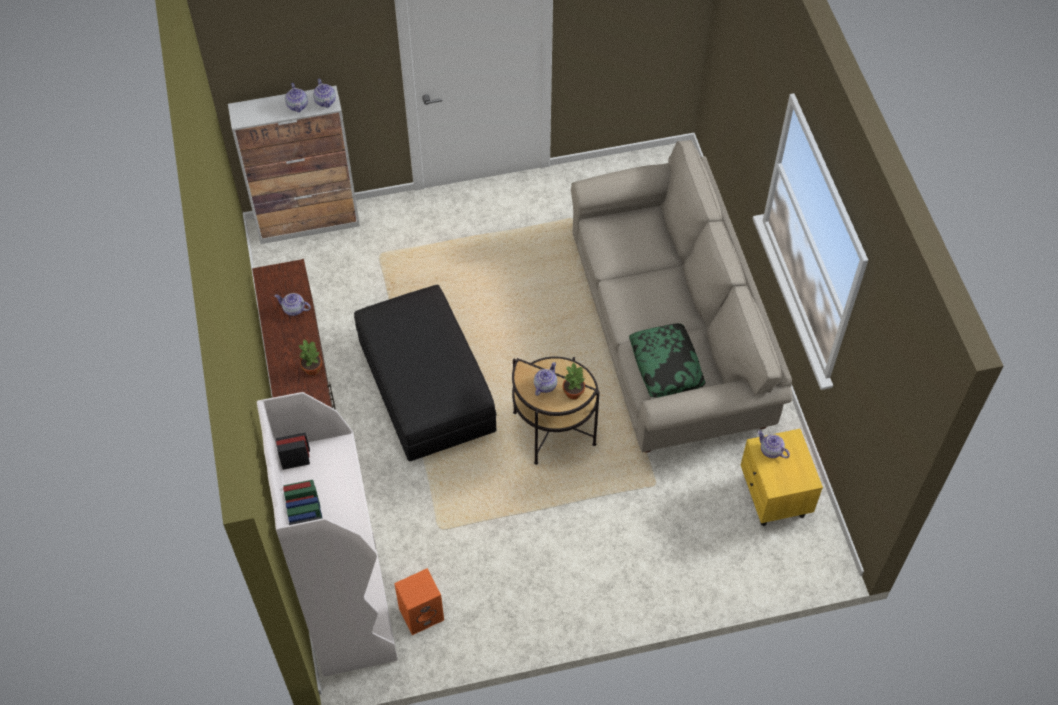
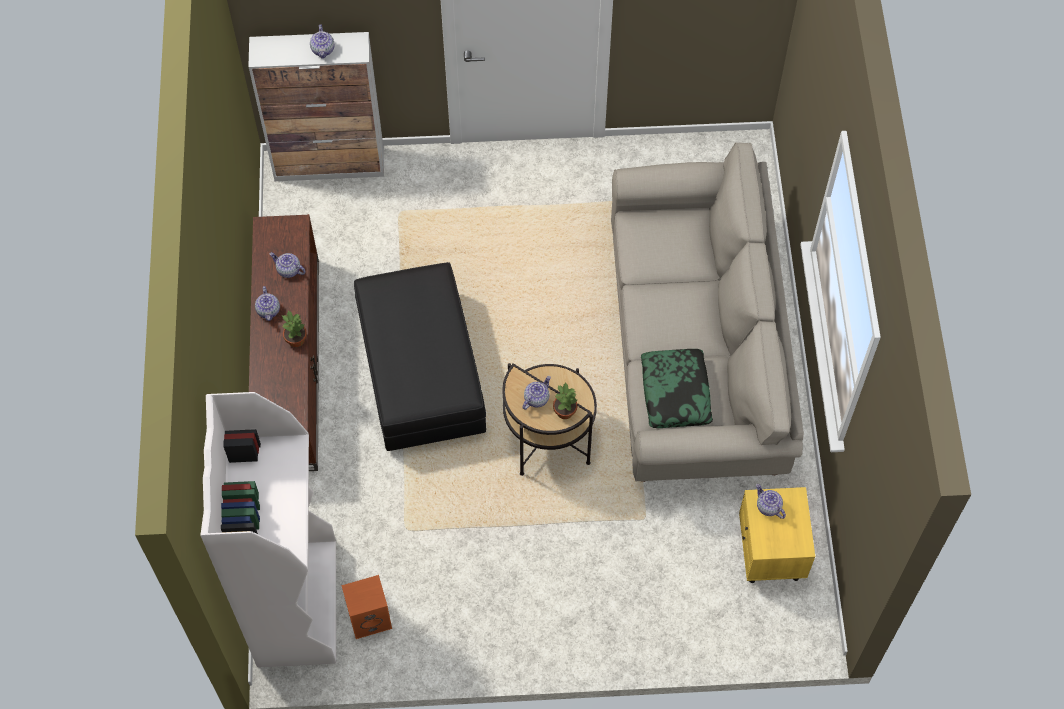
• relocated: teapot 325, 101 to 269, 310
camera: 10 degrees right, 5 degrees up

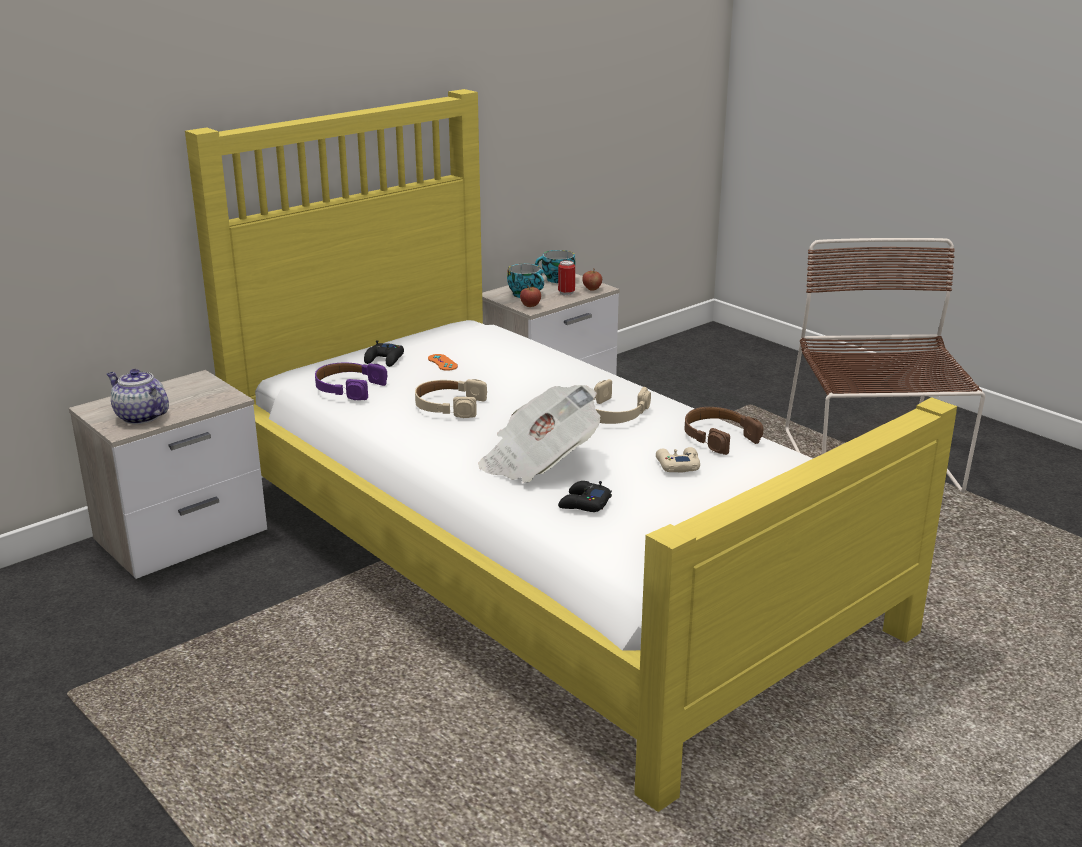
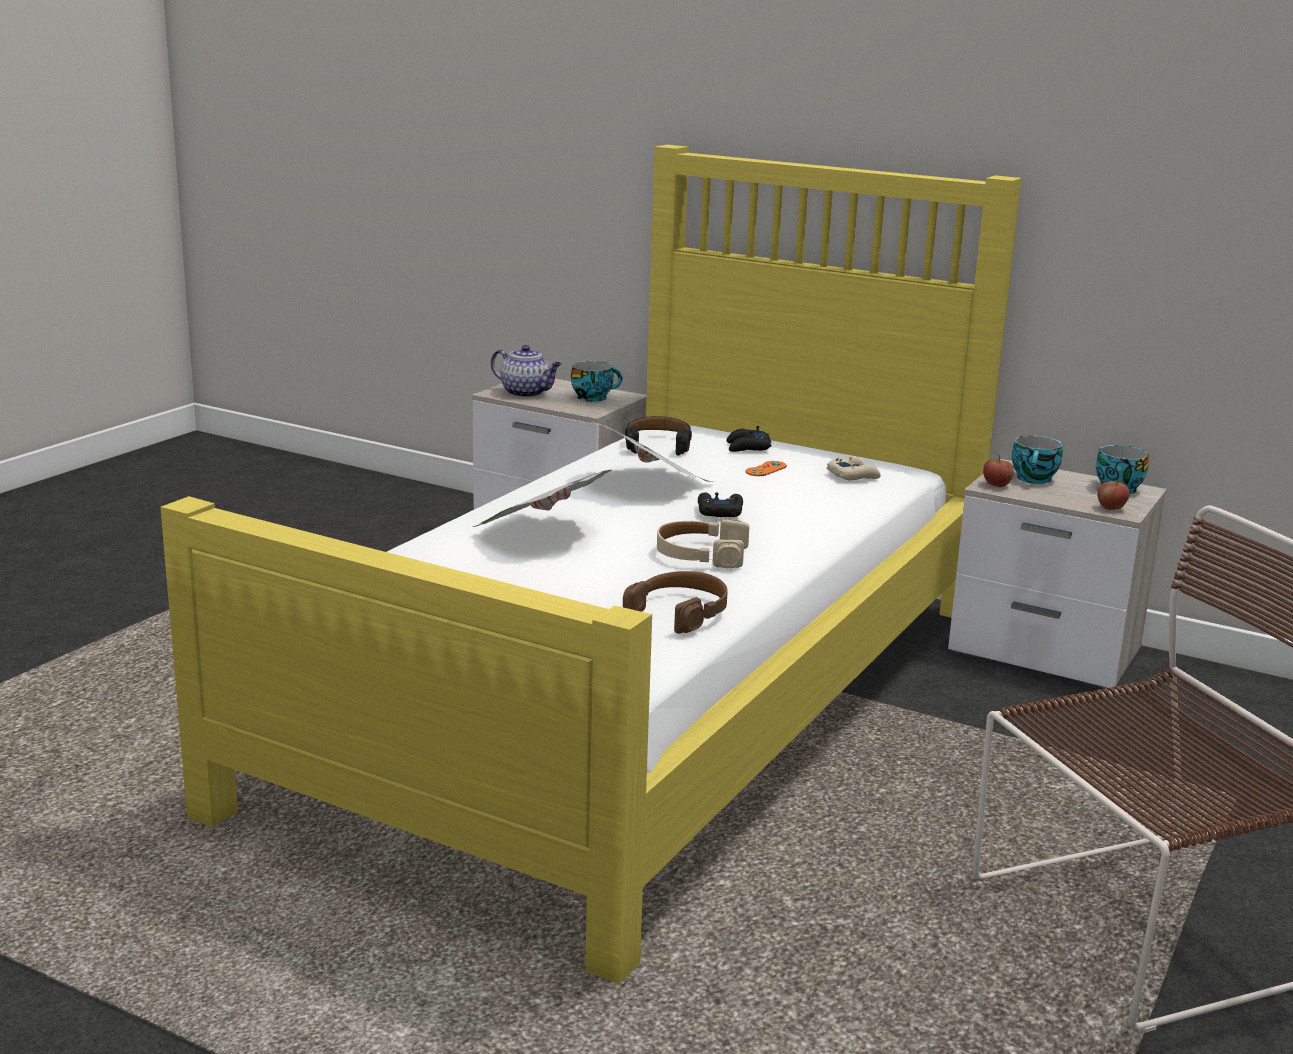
• missing: can 566, 293
• colour: purple headphones 348, 388 to black headphones 658, 444
• spun: teapot 140, 417 = 527, 393 105 degrees clockwise
• exchanged: beige headphones 449, 406 to newspaper 650, 484
• relocated: beige game controller 677, 465 to 853, 476
• relocated: black game controller 584, 504 to 719, 512
• appeared: cup 594, 397
camera: 70 degrees right, 5 degrees down

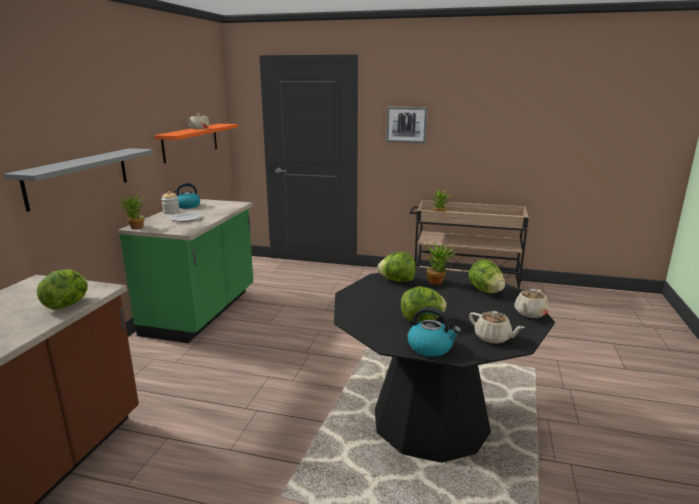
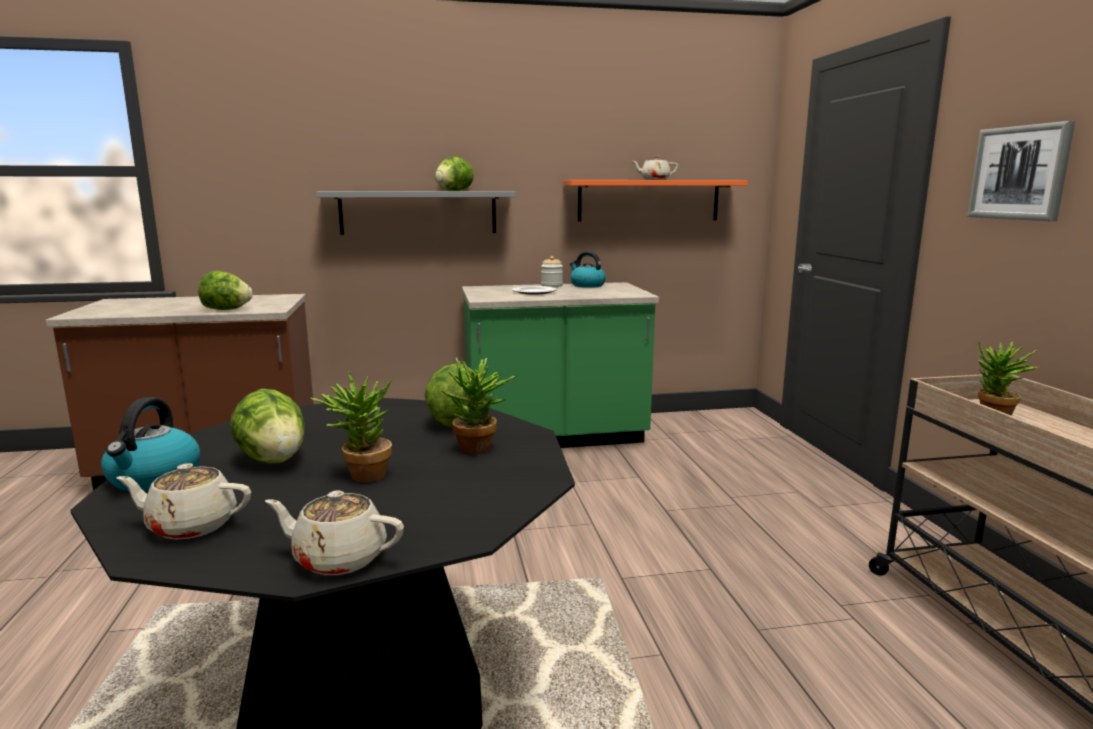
• relocated: potted plant 135, 228 to 360, 476
• relocated: lettuce 485, 291 to 453, 190
• spun: beige teapot 493, 338 = 191, 526 75 degrees clockwise
camera: 65 degrees right, 5 degrees down

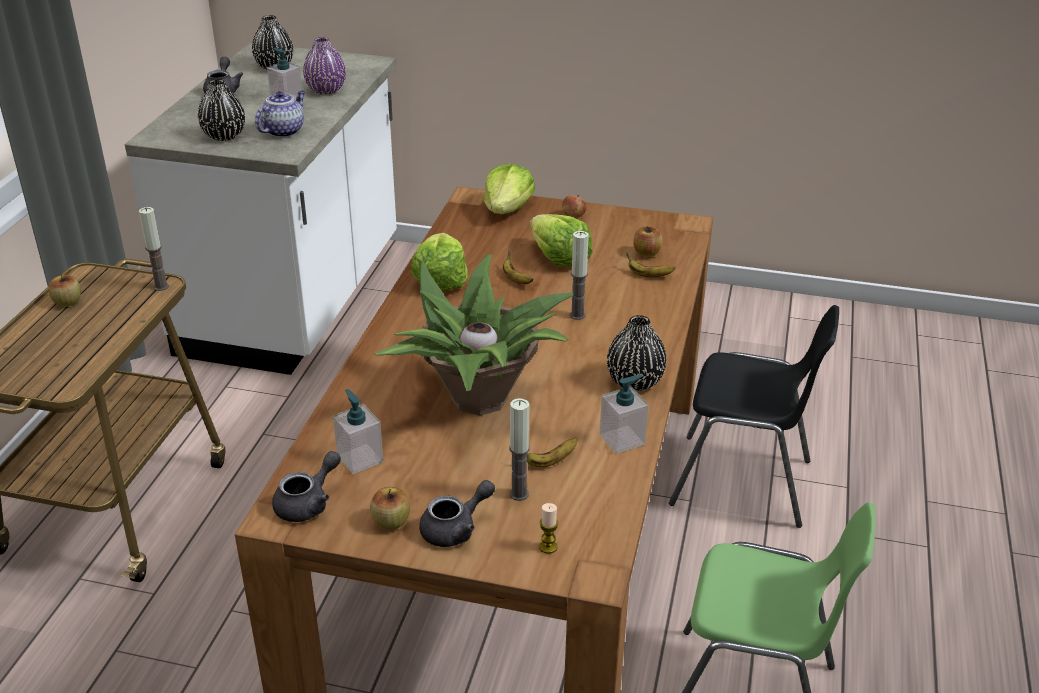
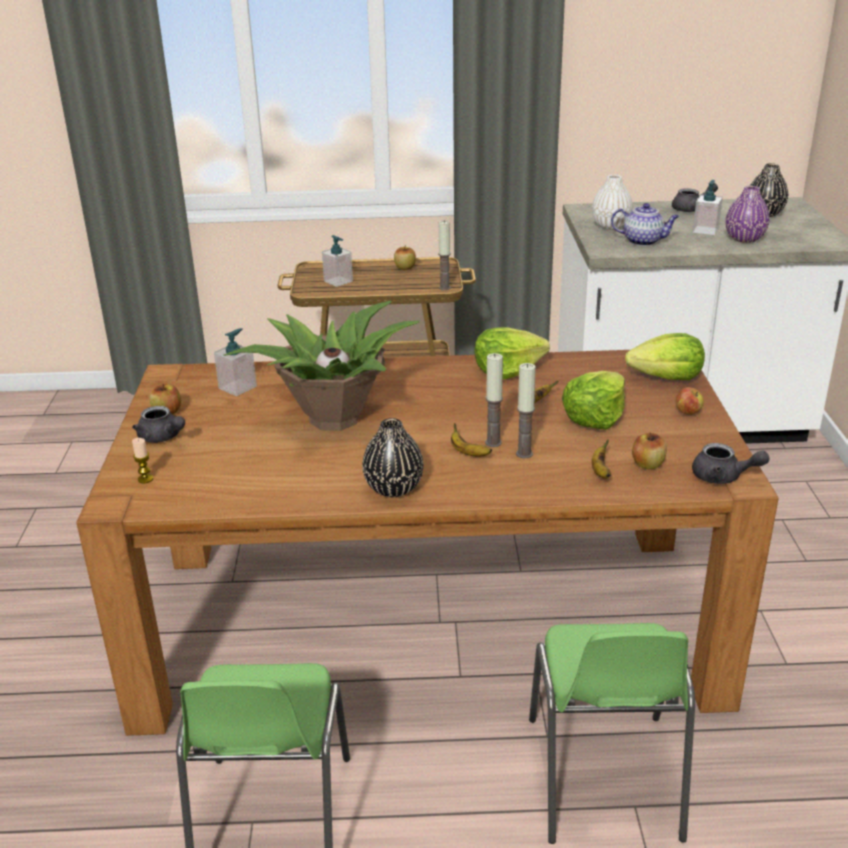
• colour: black vase 224, 136 to white vase 610, 226
• colour: black chair 743, 482 to green chair 604, 778
• relocated: soap dispenser 622, 439 to 338, 281
• relocated: candle 519, 494 to 524, 454
• relocated: banana 550, 461 to 468, 453
• relocated: grey teapot 308, 503 to 723, 477
camera: 75 degrees right, 5 degrees down

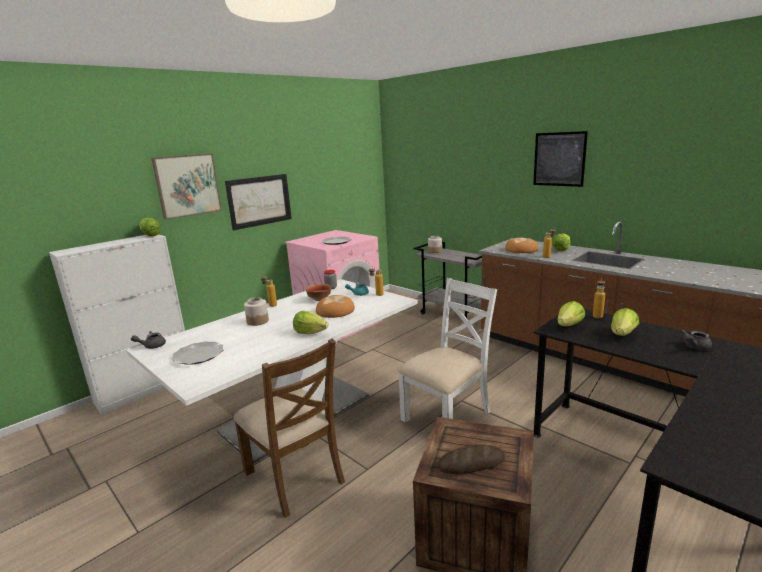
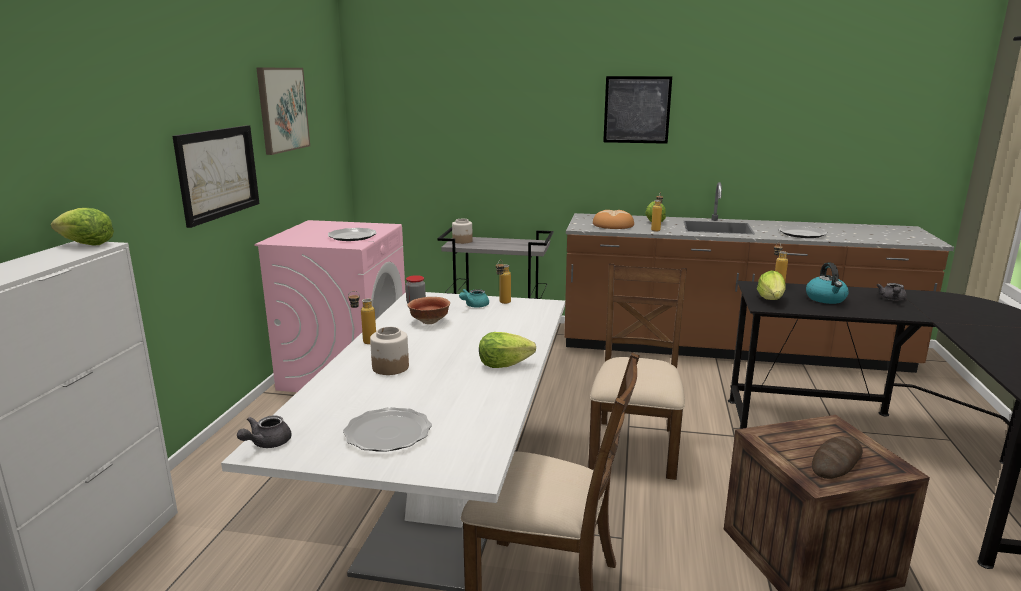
• relocated: picture 187, 185 to 282, 109
• colour: white chair 447, 415 to brown chair 634, 447
• missing: bread 335, 311
• exchanged: lettuce 623, 334 to kettle 826, 299
• appeared: plate 802, 234
camera: 35 degrees left, 0 degrees up

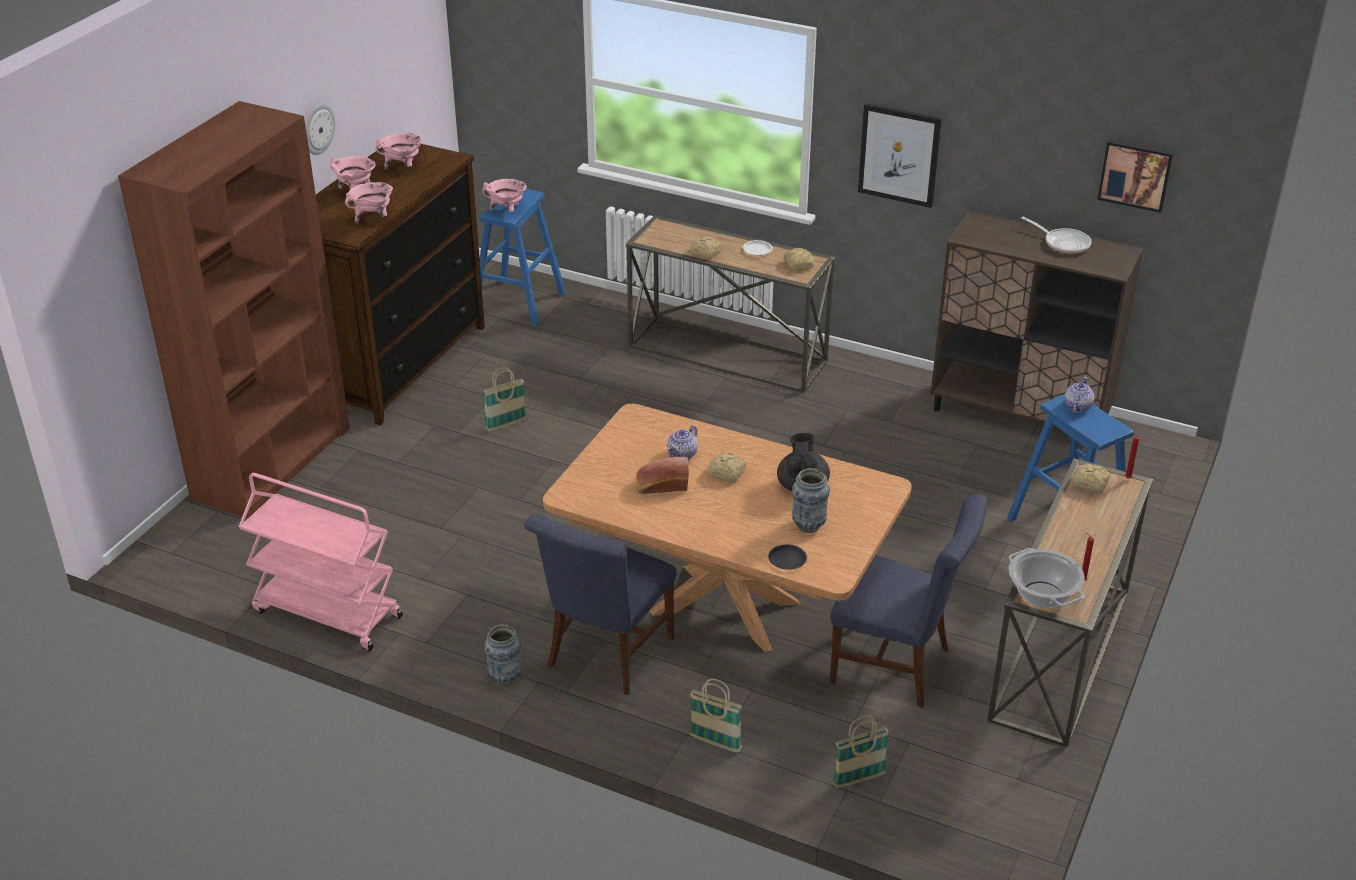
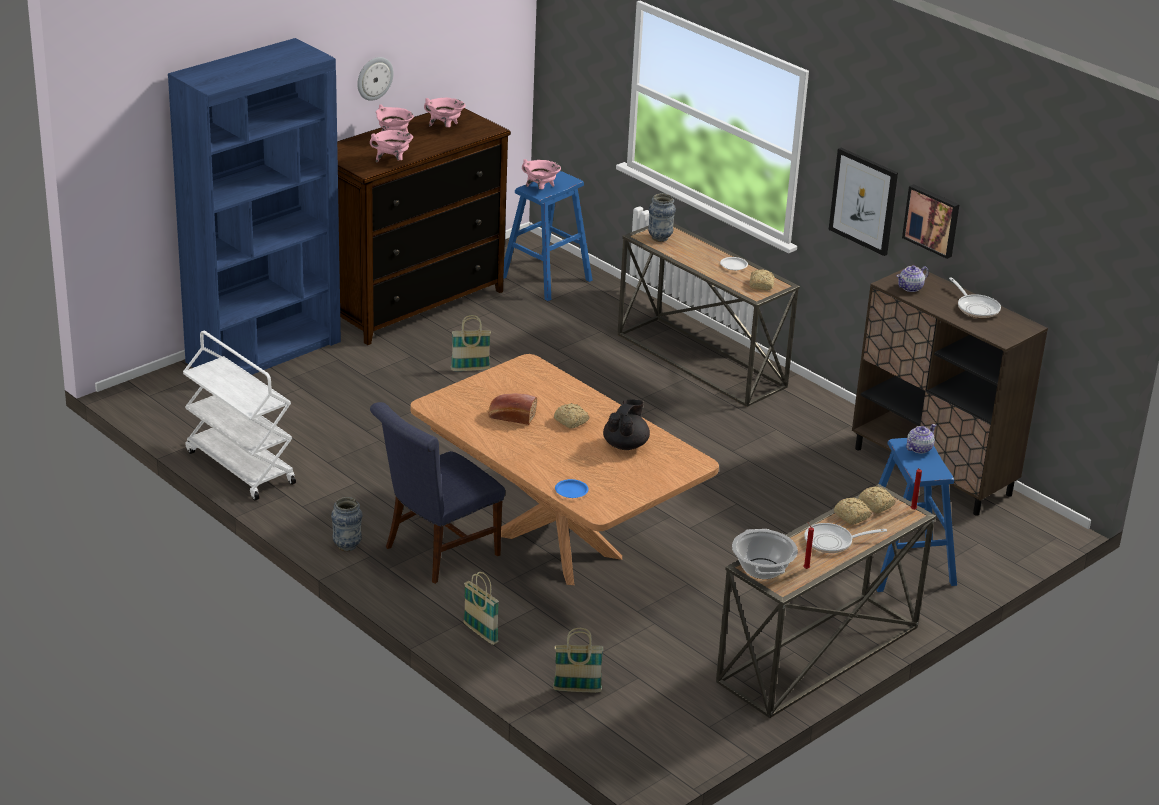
• colour: brown bookcase 272, 462 to blue bookcase 264, 351
• relocated: picture 1135, 174 to 932, 220
• relocated: bread 706, 253 to 852, 517
• relocated: teapot 682, 454 to 911, 288
• relocated: vase 808, 525 to 660, 238
• colour: pink cart 326, 614 to white cart 239, 467
• missing: blue chair 898, 666
• colour: black plate 787, 560 to blue plate 571, 491
• appeared: frying pan 832, 542
camera: 20 degrees right, 5 degrees down

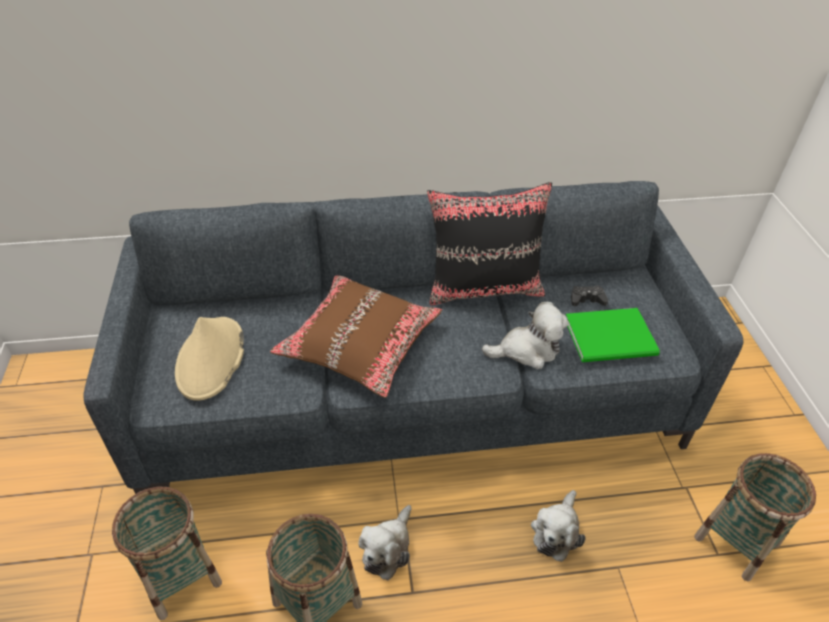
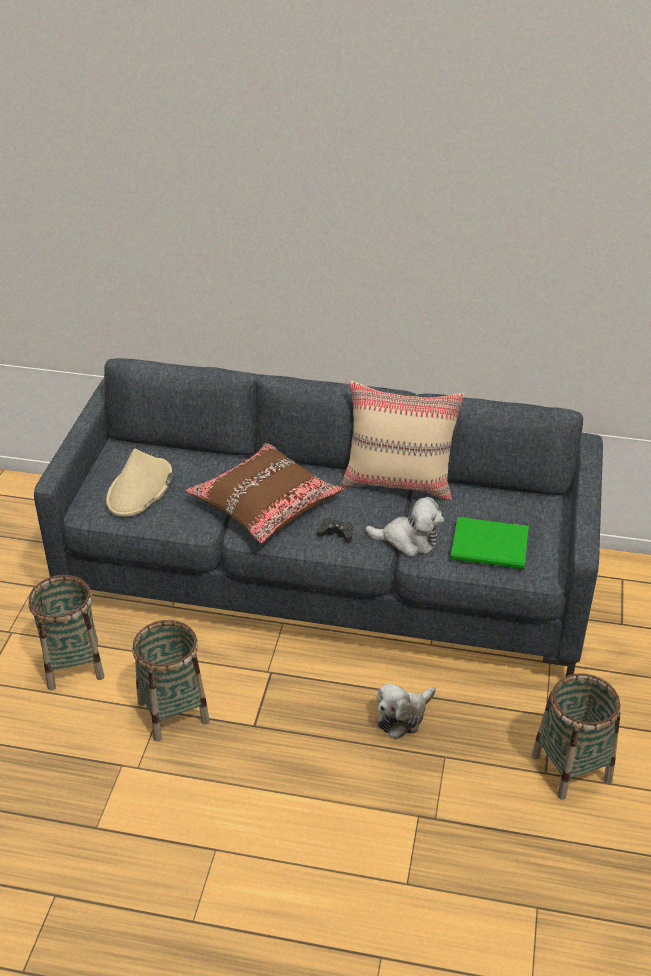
• colour: black pillow 484, 288 to beige pillow 399, 482
• relocated: black game controller 587, 300 to 336, 533
• missing: plush toy 387, 548
camera: 20 degrees right, 5 degrees down

